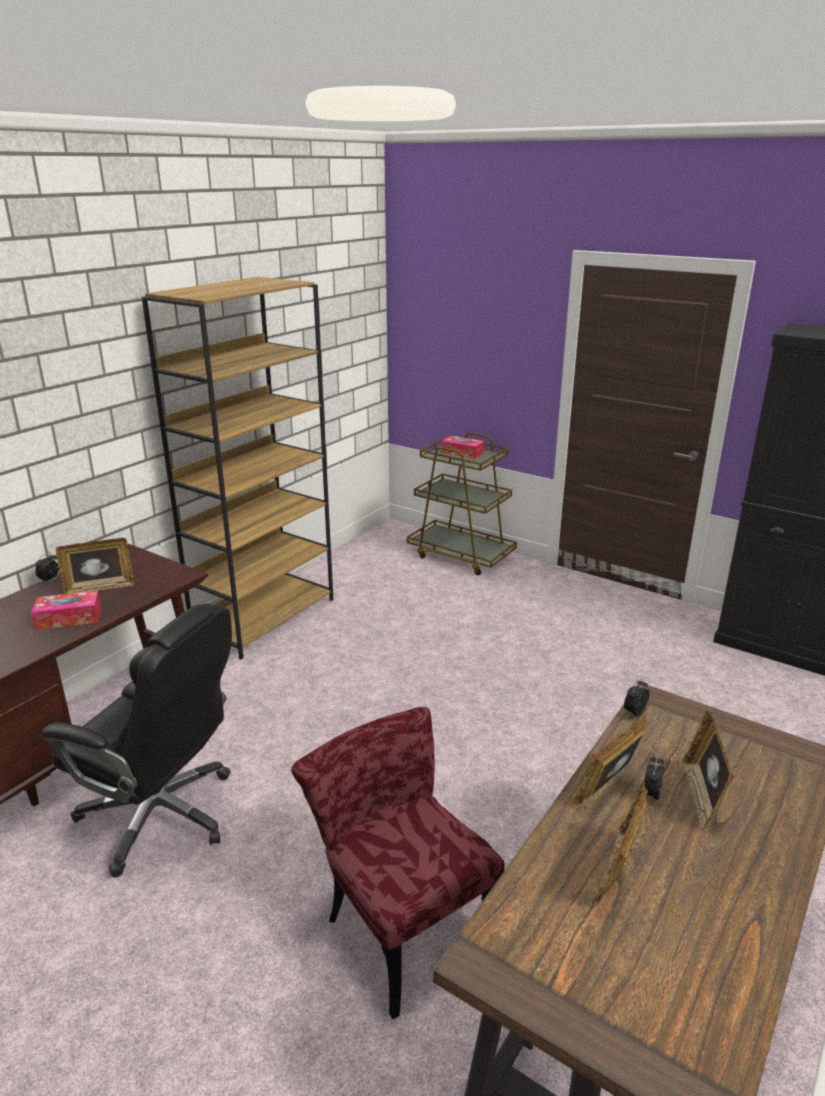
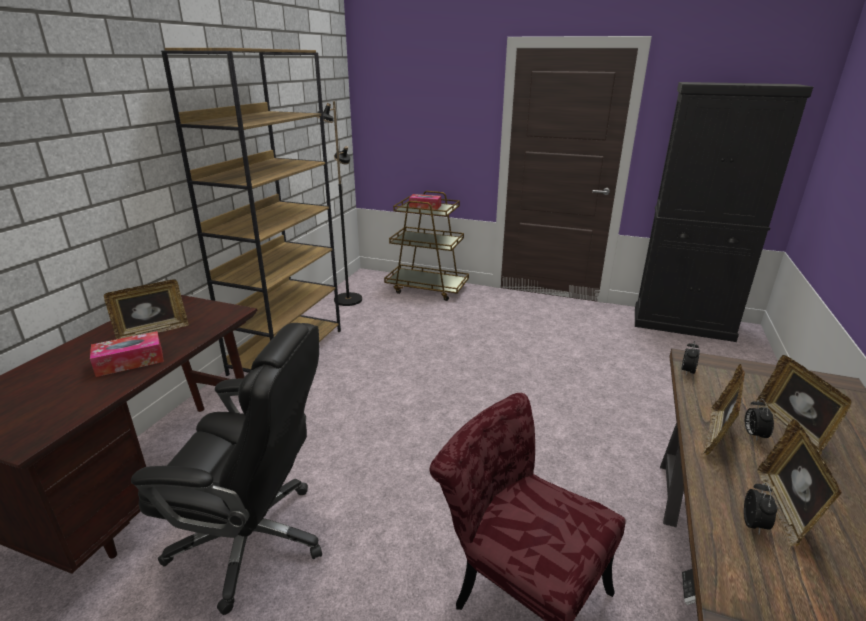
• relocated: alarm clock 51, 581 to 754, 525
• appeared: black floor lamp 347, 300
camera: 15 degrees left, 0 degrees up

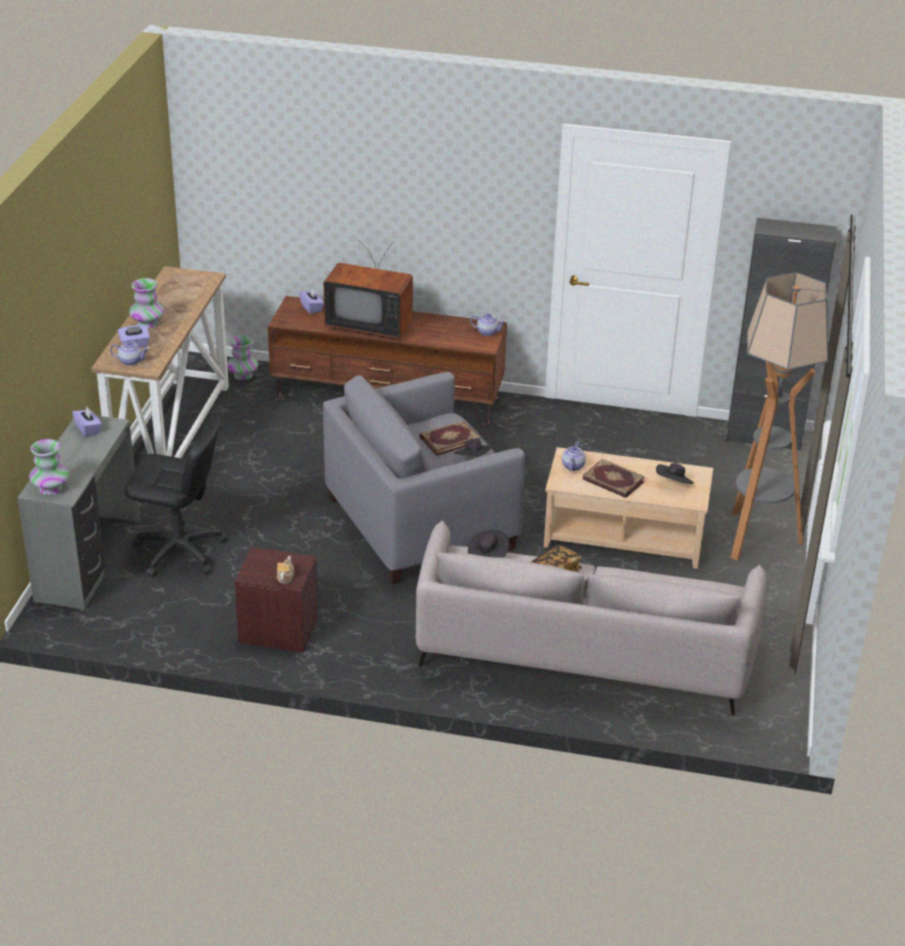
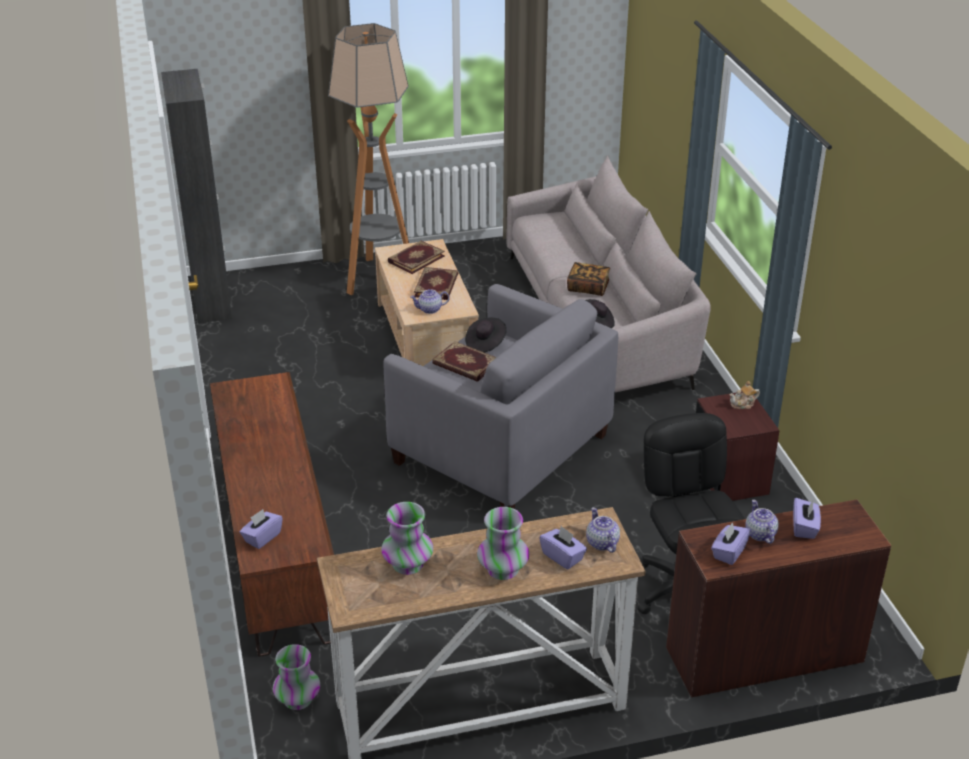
• missing: television 369, 324
• relocated: teapot 488, 332 to 759, 534
• colour: grey desk 89, 560 to brown desk 763, 653
• relocated: vase 50, 488 to 408, 564
• exchanged: black hat 674, 483 to book 415, 259
• appeared: purple tissue box 804, 528
camera: 115 degrees left, 0 degrees up

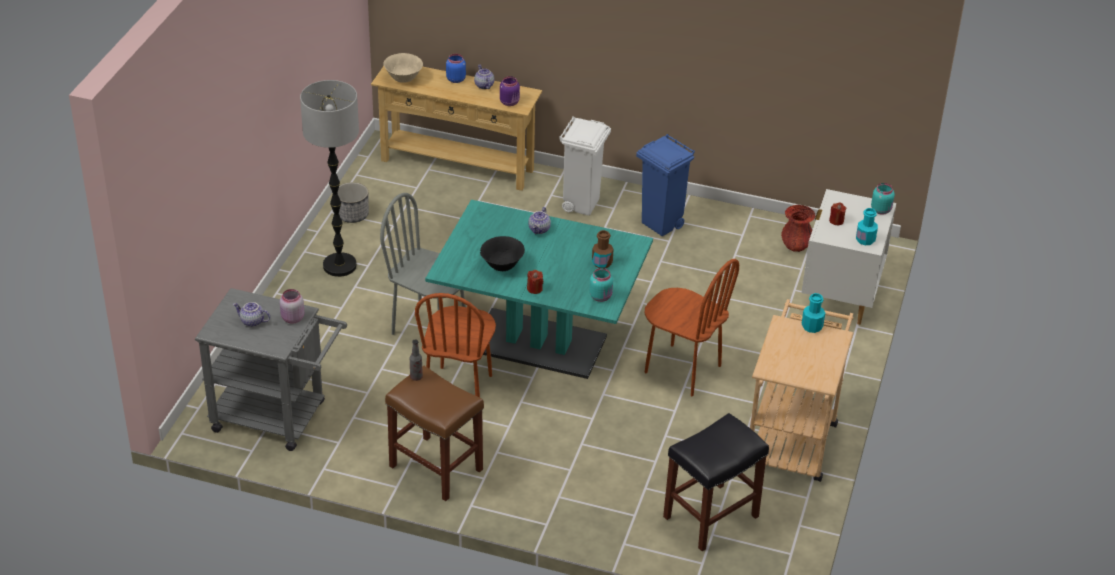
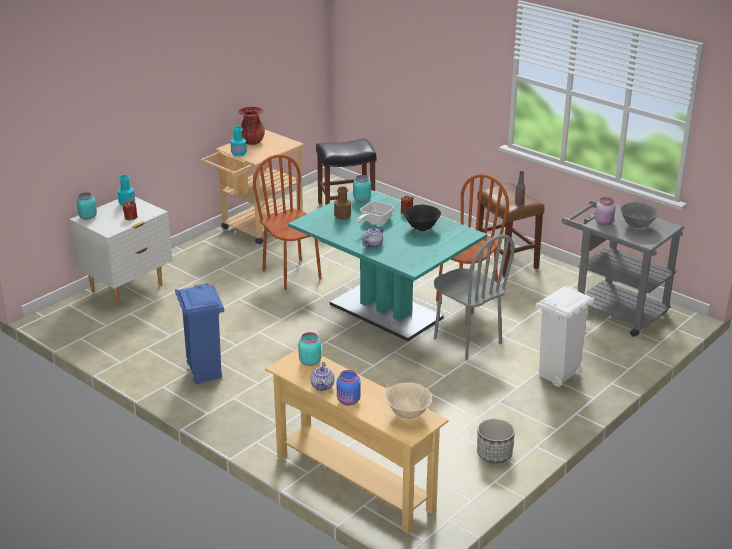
• colour: purple jar 510, 102 to turquoise jar 309, 361
• missing: floor lamp 339, 265
• relocated: white trash can 582, 204 to 558, 376
• relocated: red vase 795, 246 to 252, 142
• exchanged: teapot 252, 322 to grey bowl 637, 226
• appeared: frying pan 374, 221
camera: 155 degrees left, 10 degrees down

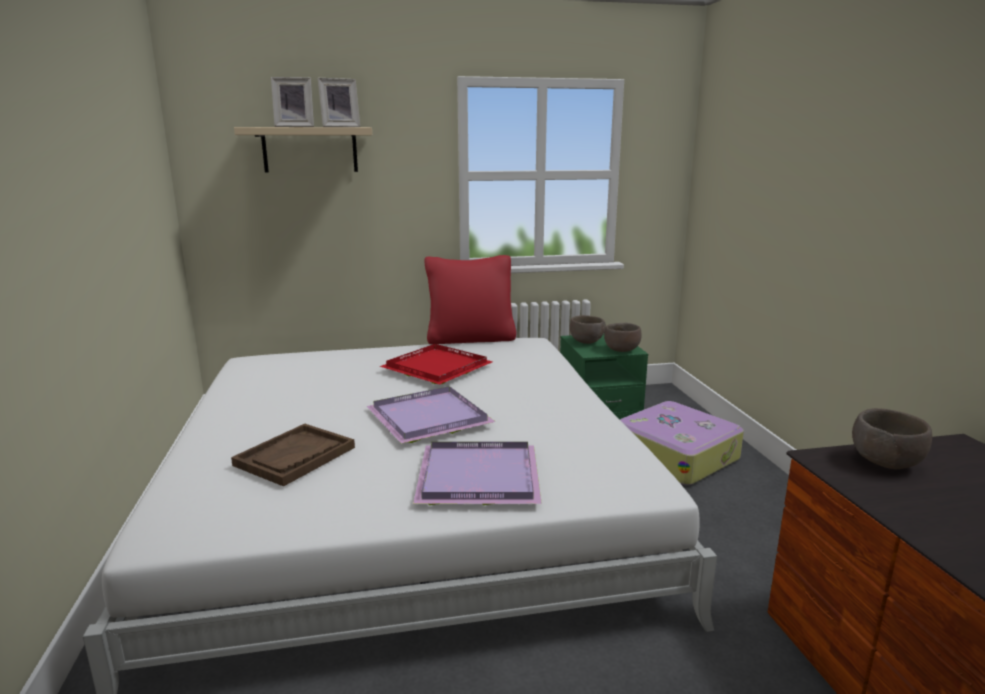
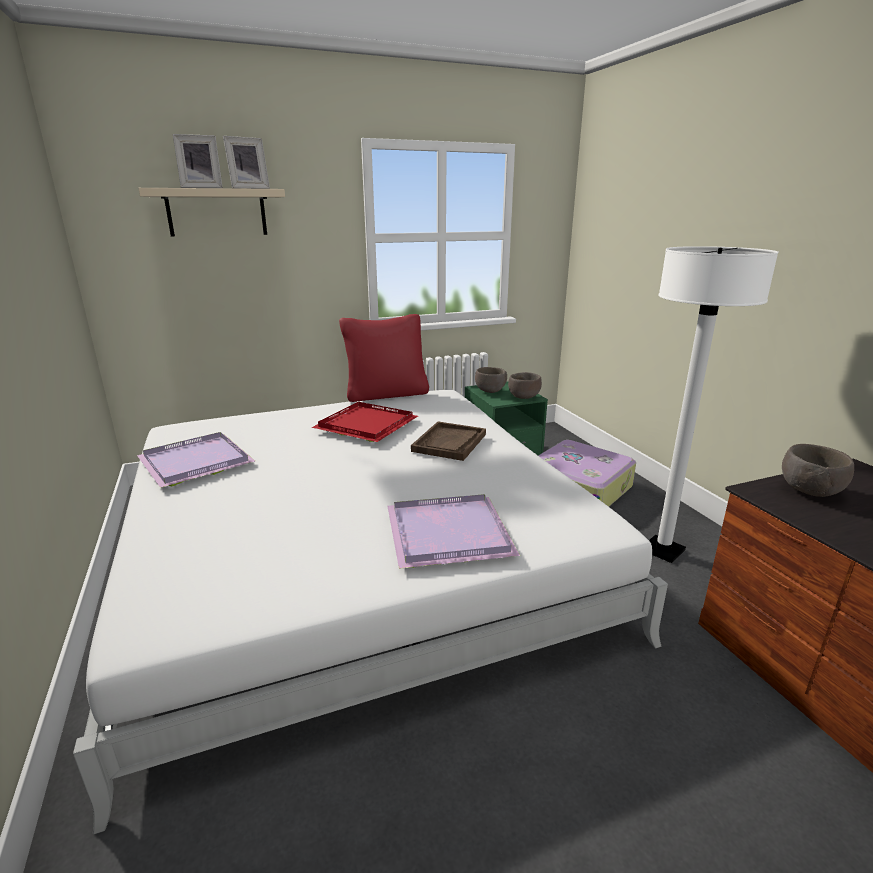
• relocated: purple tray 428, 419 to 195, 463
• relocated: brown tray 295, 456 to 449, 443
• appeared: white floor lamp 662, 550
camera: 10 degrees left, 5 degrees up

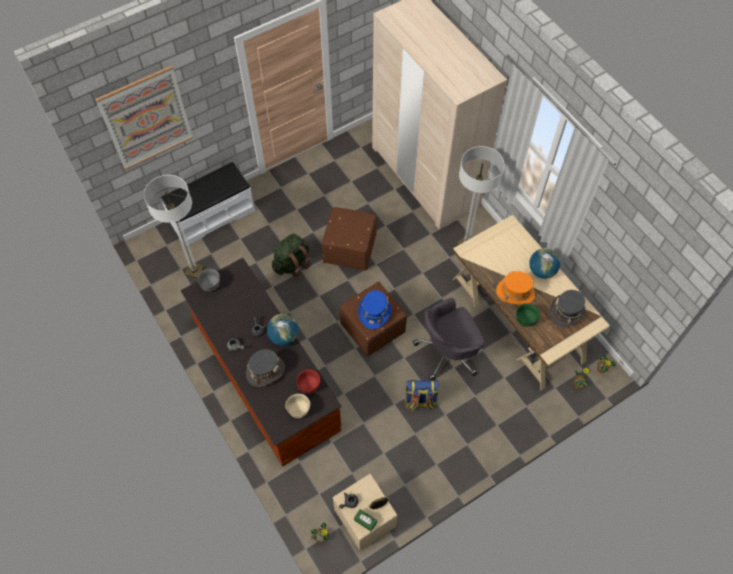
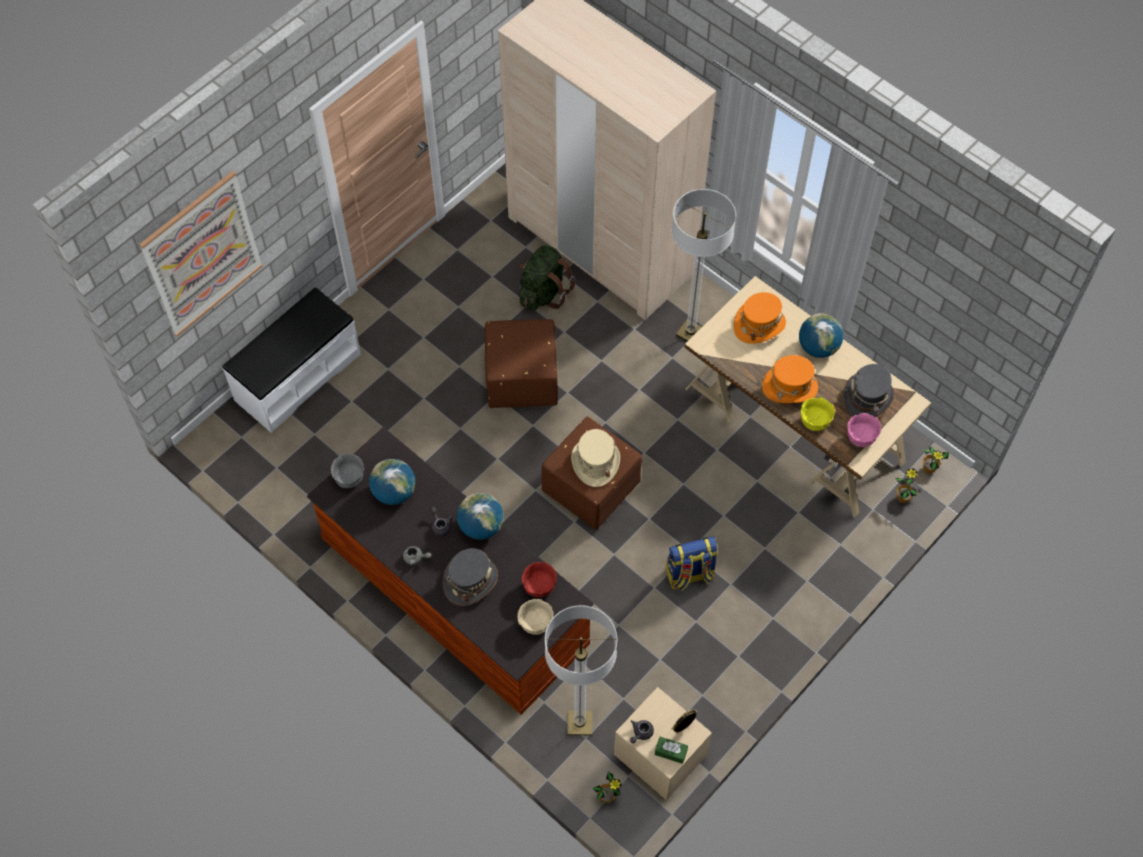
• relocated: floor lamp 194, 271 to 579, 723
• relocated: green backpack 292, 264 to 543, 292
• colour: blue hat 374, 312 to beige hat 595, 462
• missing: grey office chair 448, 352
• colour: green bowl 525, 320 to yellow bowl 814, 422
• appeared: orange hat 759, 325
• appeared: pink bowl 860, 438
• appeared: globe 394, 492
camera: 15 degrees left, 0 degrees up

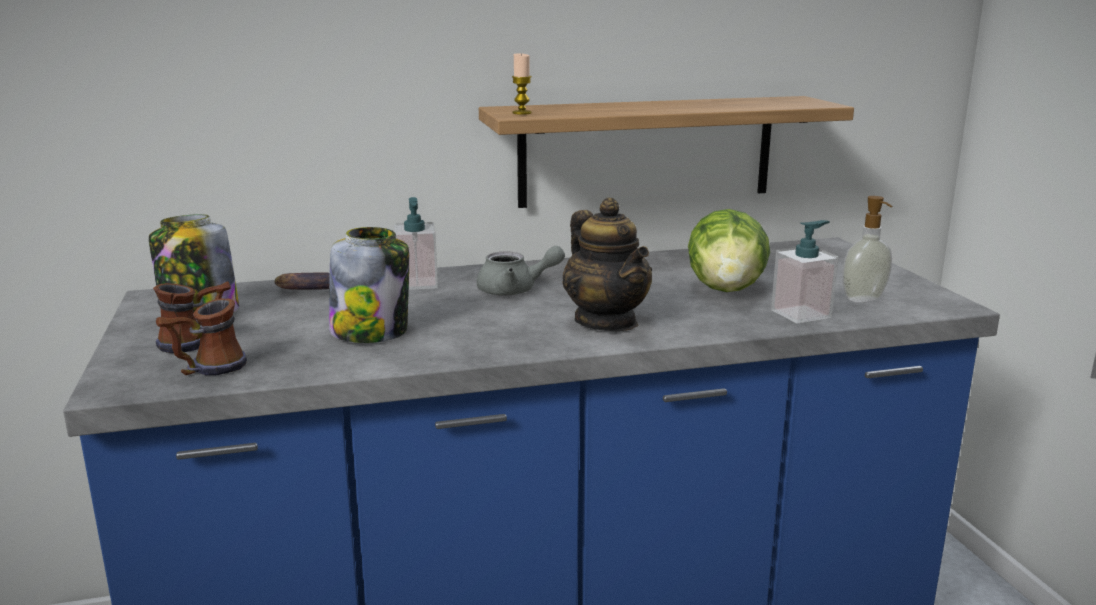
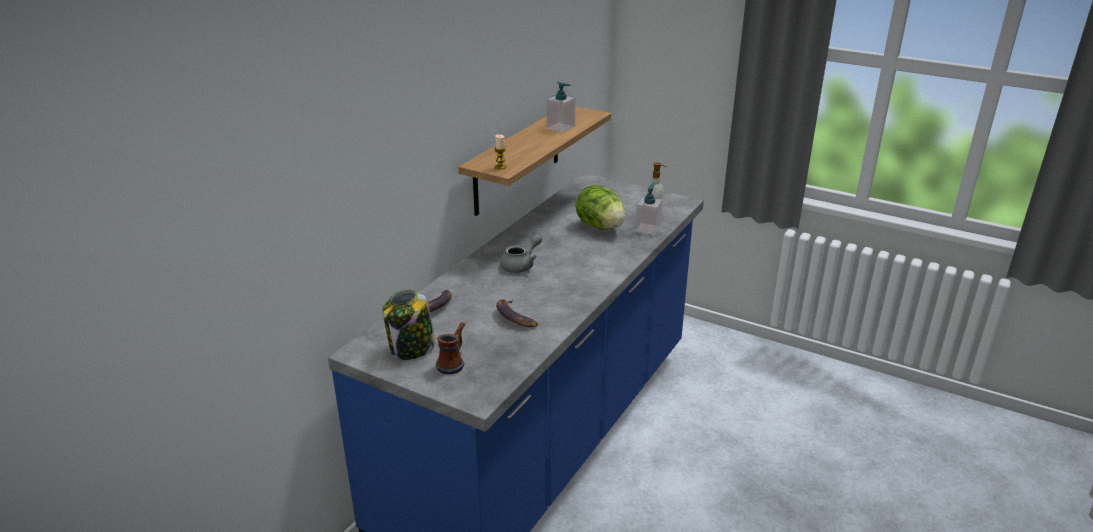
• relocated: soap dispenser 417, 283 to 561, 127
• missing: teapot 606, 322
• exchanged: jar 371, 332 to banana 514, 317
• missing: mug 206, 369
camera: 45 degrees left, 10 degrees up

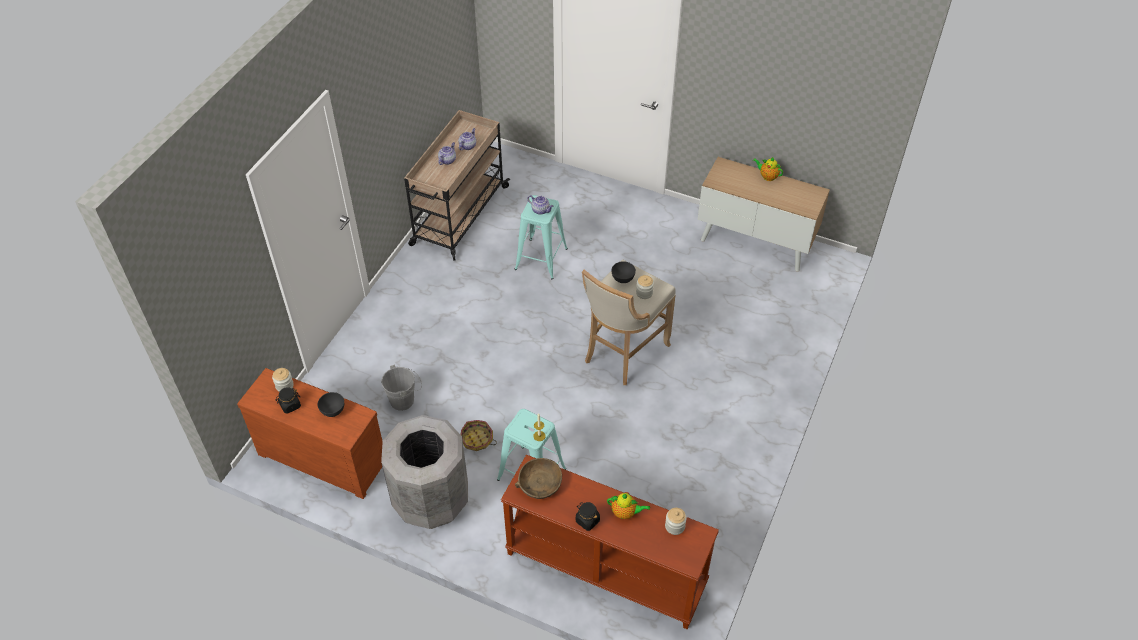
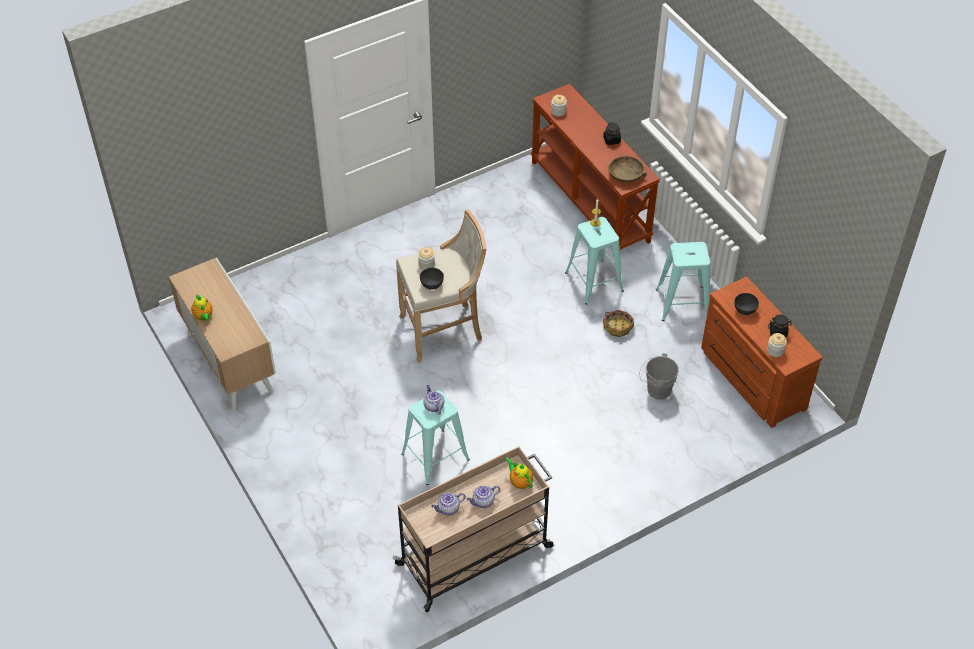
• exchanged: grey trash can 431, 499 to turquoise stool 682, 303
• relocated: teapot 625, 513 to 519, 482
camera: 145 degrees left, 0 degrees up

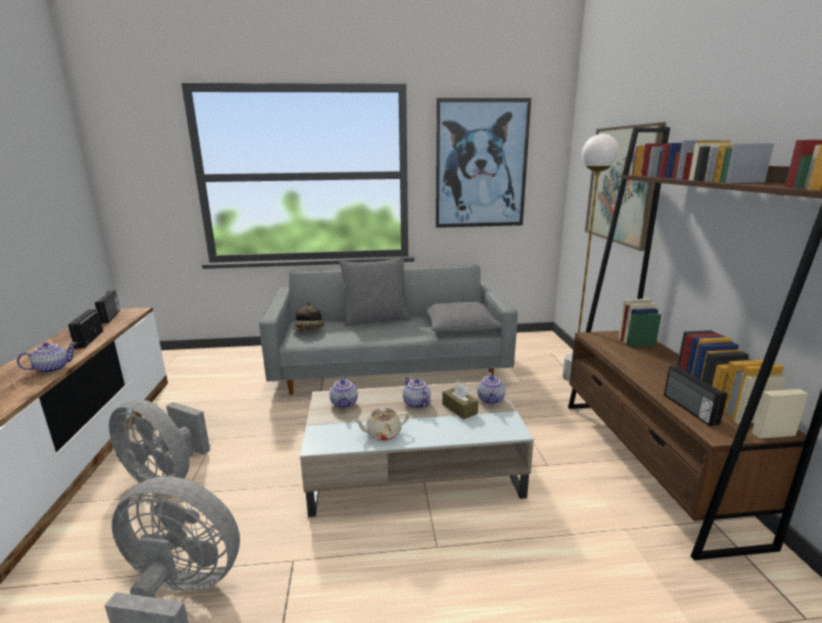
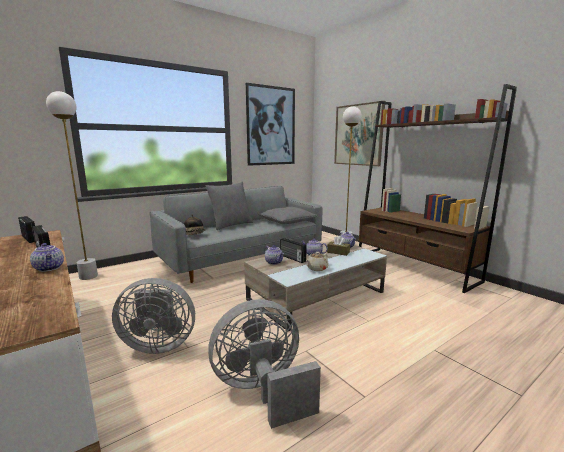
• spun: teapot 53, 368 = 50, 268 120 degrees clockwise
• relocated: radio 689, 409 to 292, 258
• appeared: white floor lamp 88, 276
camera: 30 degrees left, 5 degrees down

